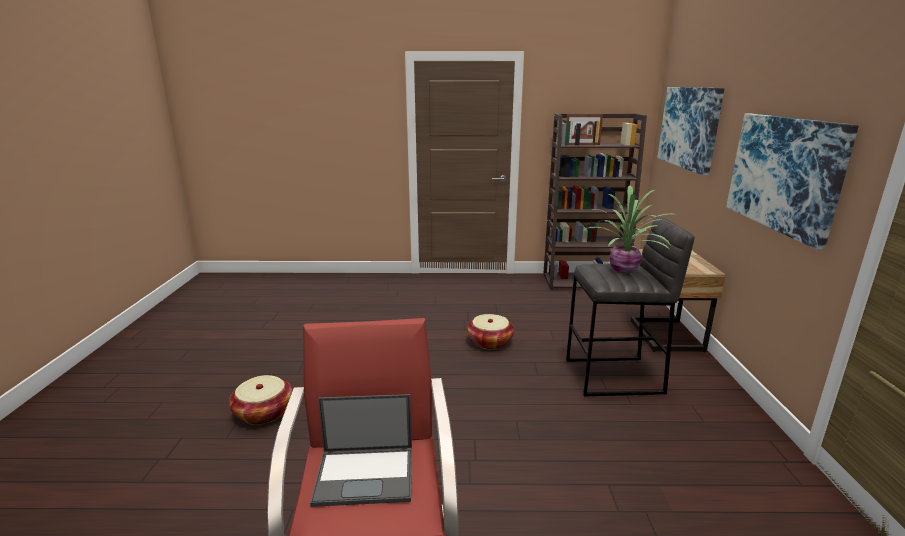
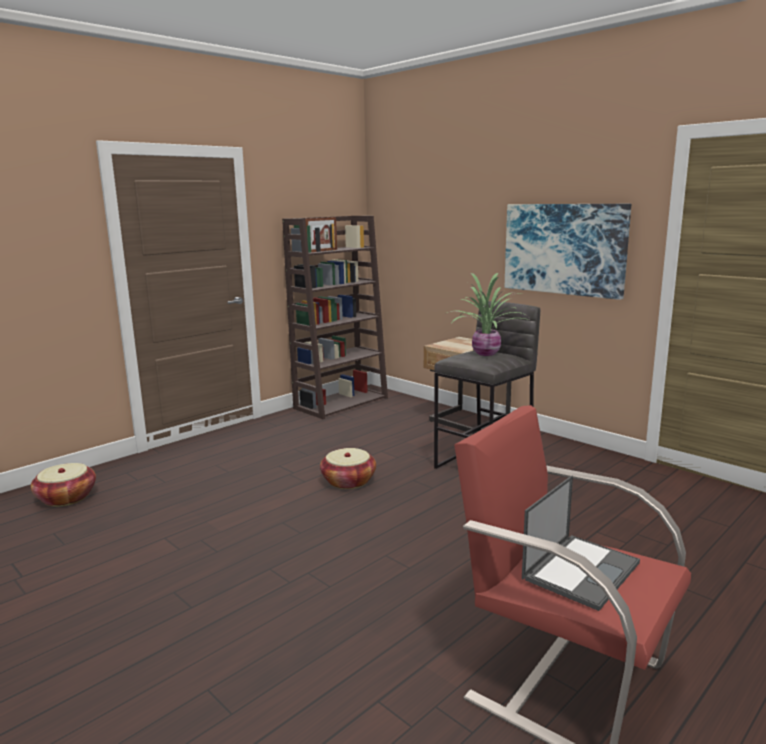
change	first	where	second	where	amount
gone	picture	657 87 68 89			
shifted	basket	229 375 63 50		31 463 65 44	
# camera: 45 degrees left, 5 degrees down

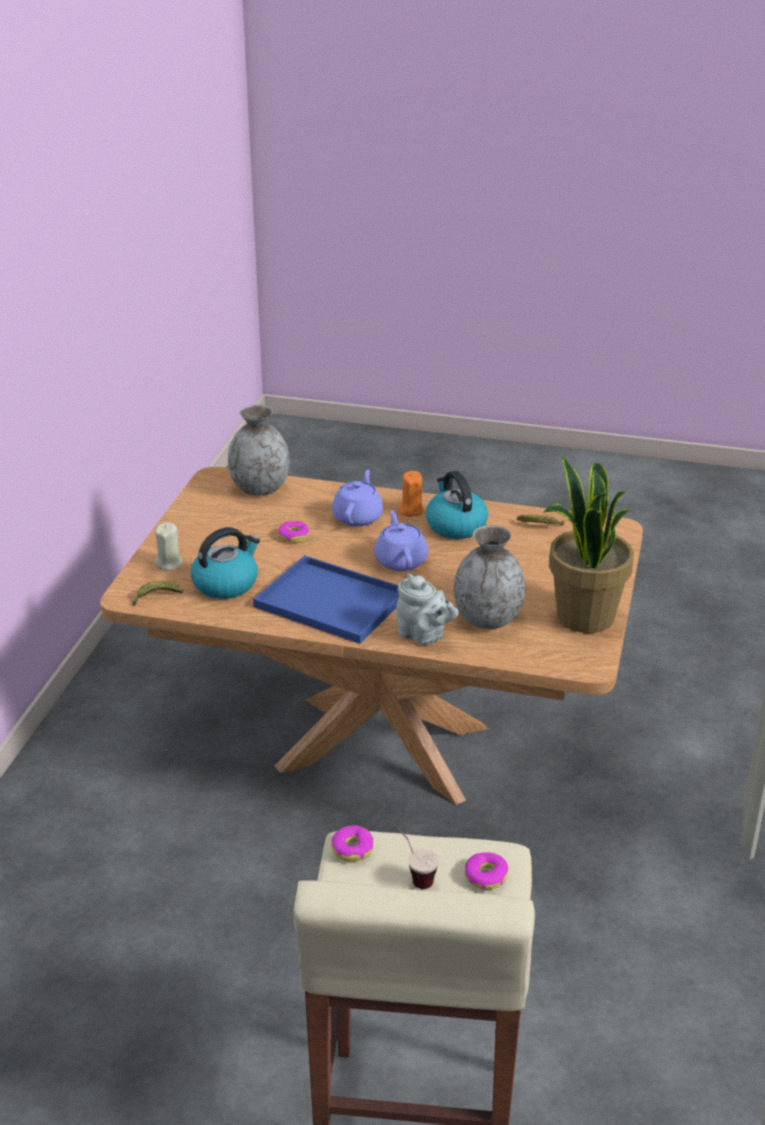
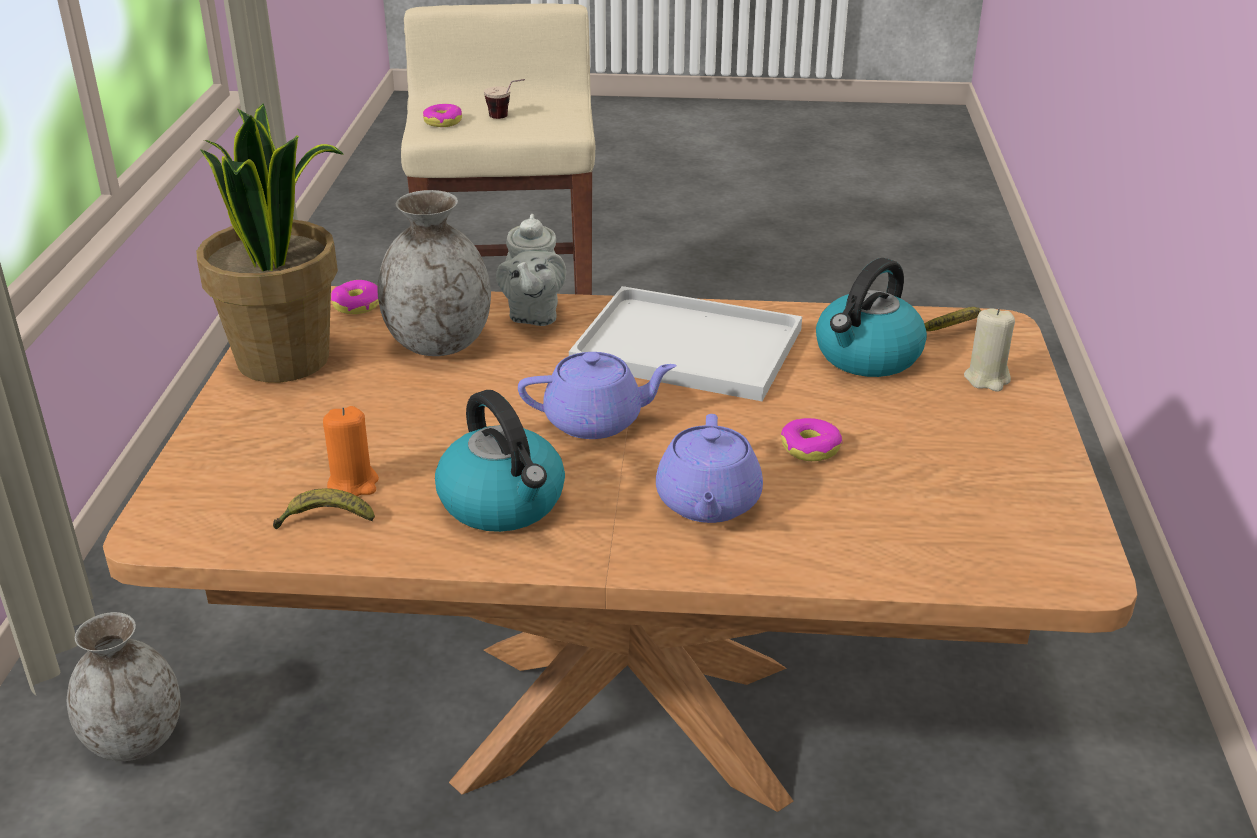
change	first	where	second	where	amount
shifted	grey vase	228 405 62 91		67 612 114 149	
shifted	orange-coloured wax candle	399 471 25 46		323 406 56 90	
rotated	purplish teapot	374 510 54 61		518 352 159 87	75 degrees counterclockwise
repainted	blue-coloured tray	253 555 146 89	white-coloured tray	569 286 233 115	
rotated	grey teapot	396 573 63 72		496 214 70 112	120 degrees counterclockwise
shifted	donut	331 825 42 37		331 280 48 34	
# camera: 170 degrees right, 0 degrees up

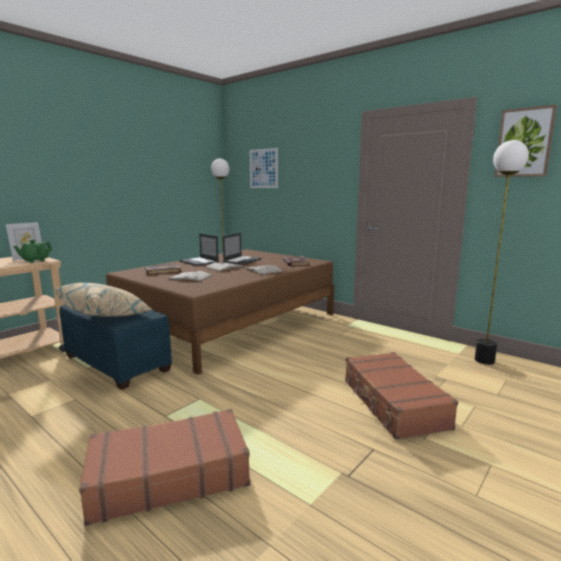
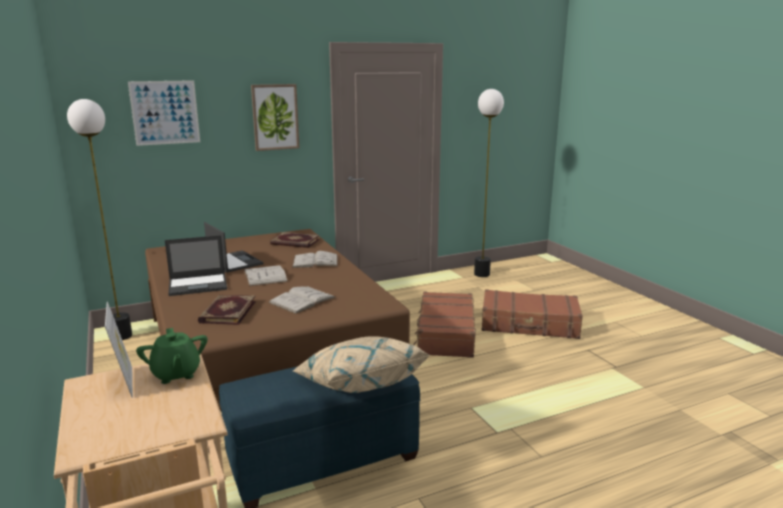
change	first	where	second	where	amount
shifted	picture	494 104 63 73		251 84 49 67	
shifted	brownish travel case	79 409 171 117		413 292 63 66	
# camera: 65 degrees left, 5 degrees up

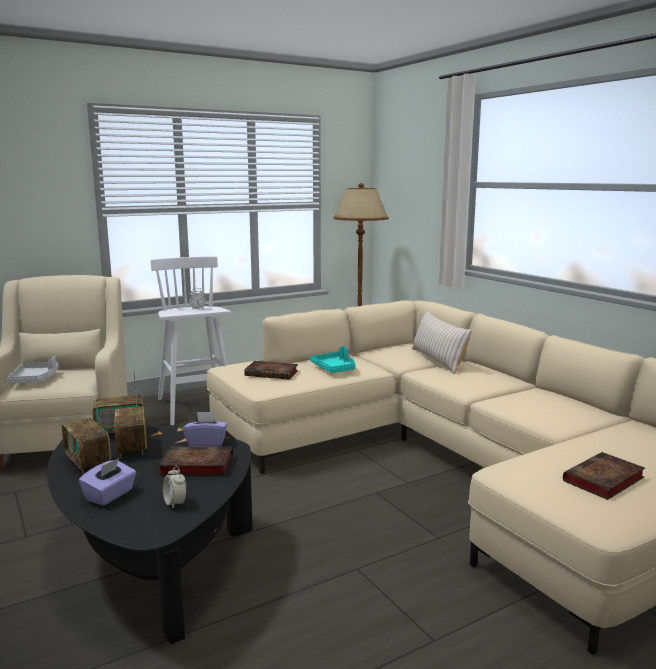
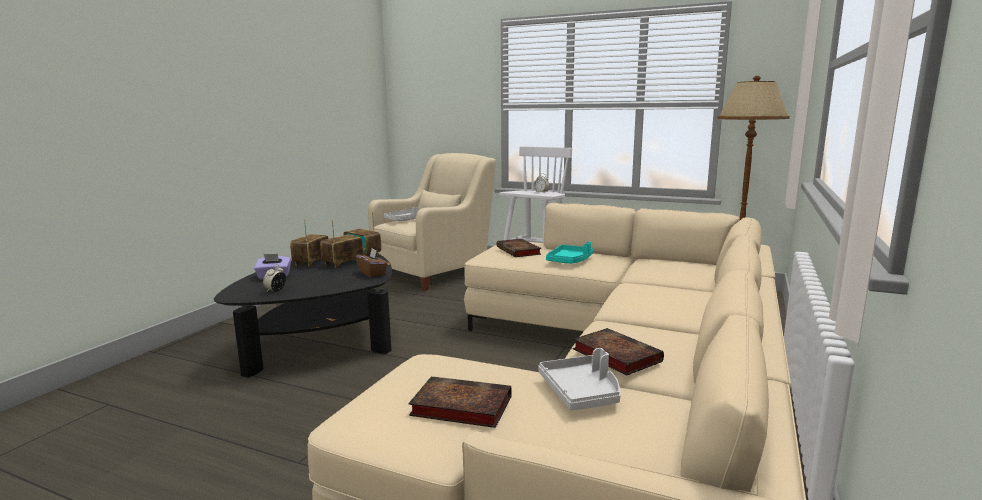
change	first	where	second	where	amount
gone	beige-coloured throw pillow	412 310 60 64			
repainted	purplish box of tissues	183 412 45 35	brownish box of tissues	356 249 32 28	
shifted	volume	158 447 75 28		573 328 91 48	
new			grey tray	538 348 83 63	
# camera: 55 degrees right, 0 degrees up

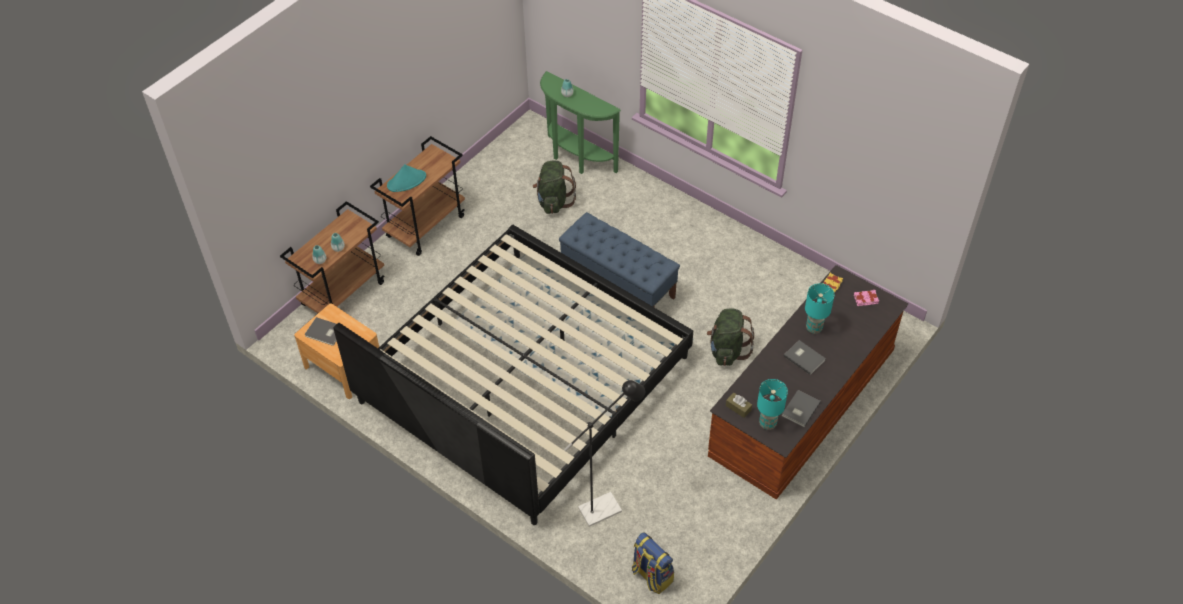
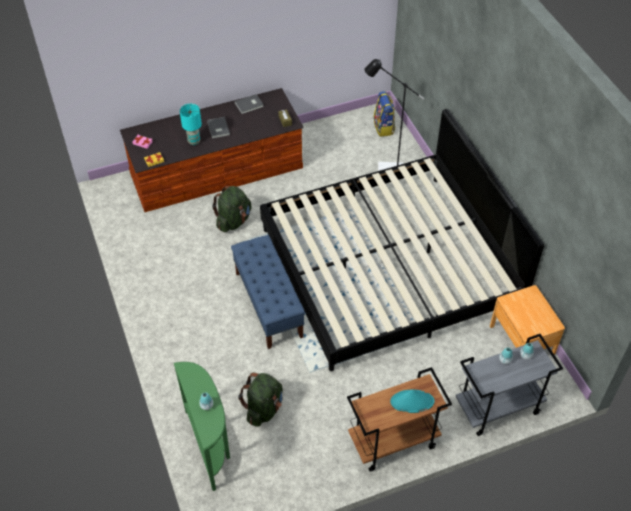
change	first	where	second	where	amount
repainted	brownish trolley	280 201 105 112	grey trolley	456 334 107 102	
gone	grey volume	304 317 33 29			
gone	turquoise lamp for a table	757 379 31 51			
# camera: 150 degrees left, 0 degrees up

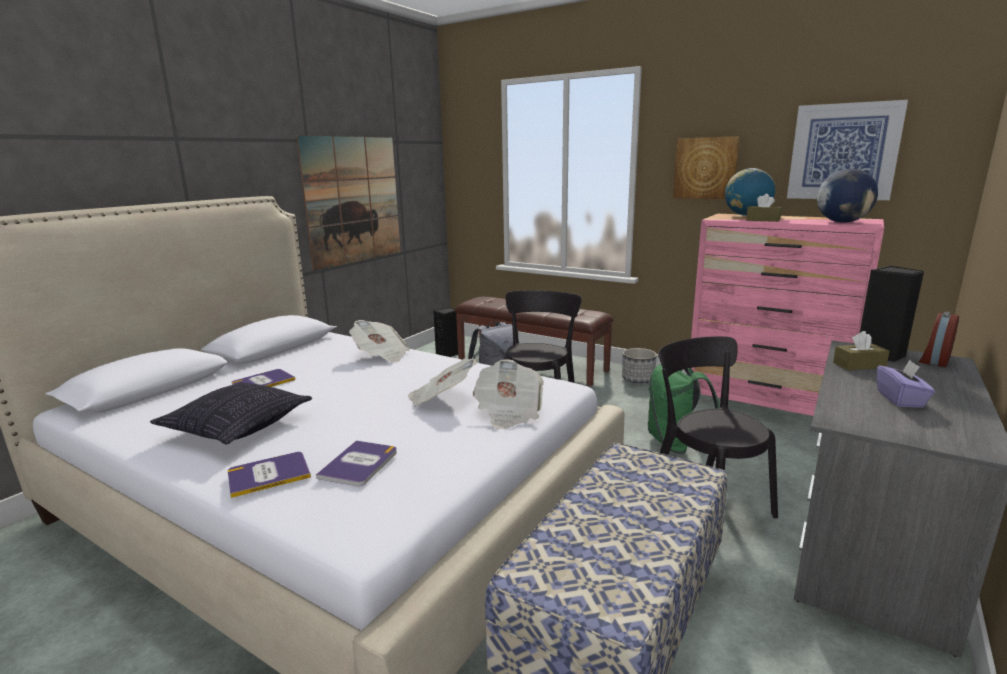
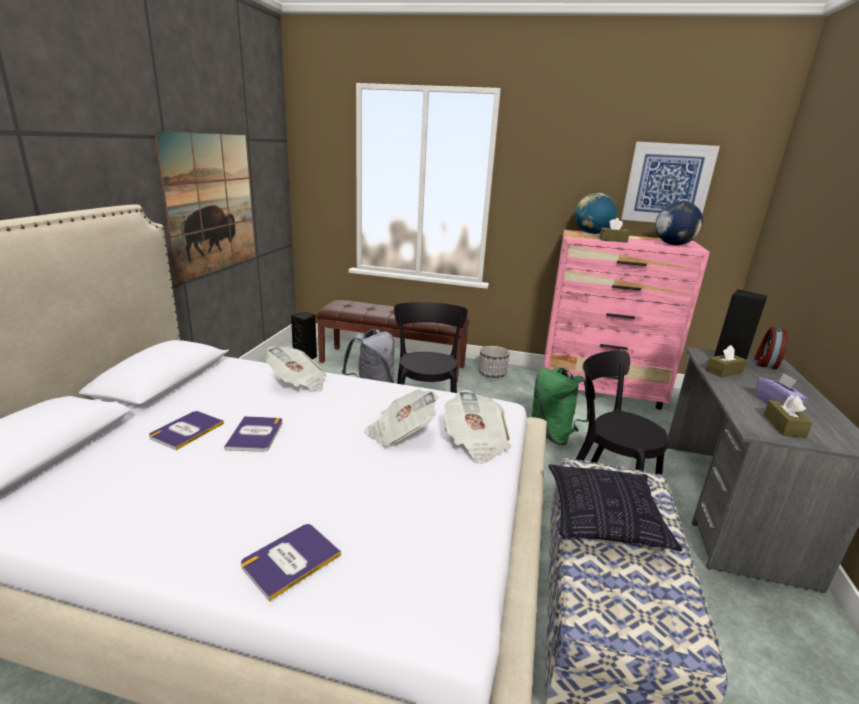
change	first	where	second	where	amount
gone	picture	673 136 67 63			
shifted	throw pillow	150 383 162 62		549 464 134 88	
shifted	volume	316 440 81 46		224 416 58 36	
new			brownish box of tissues	764 395 48 43	
# camera: 20 degrees left, 5 degrees up

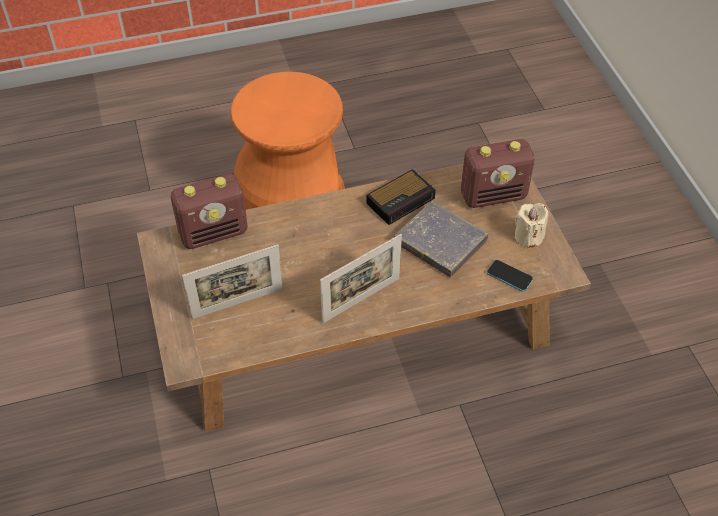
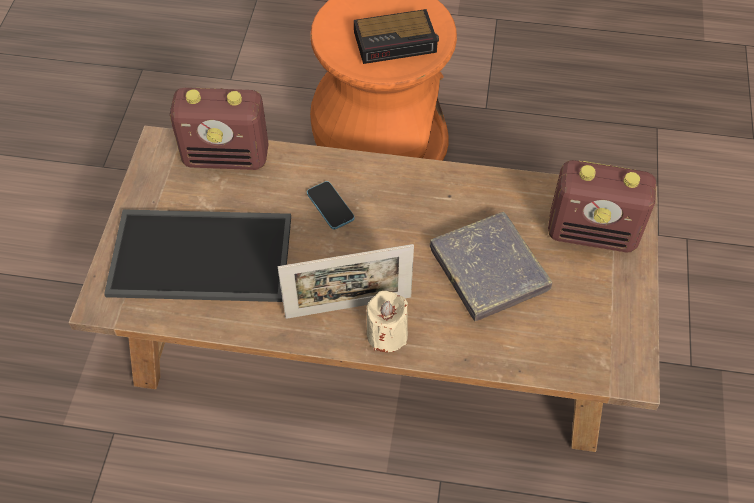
change	first	where	second	where	amount
shifted	bedside clock	366 169 70 56		354 9 85 55	
shifted	beige-coloured wax candle	514 203 34 45		367 291 41 61	
swapped	standing frame	182 244 101 75	tray	104 209 187 93	
shifted	handset	487 260 46 32		307 181 48 49	
# camera: 25 degrees right, 5 degrees up

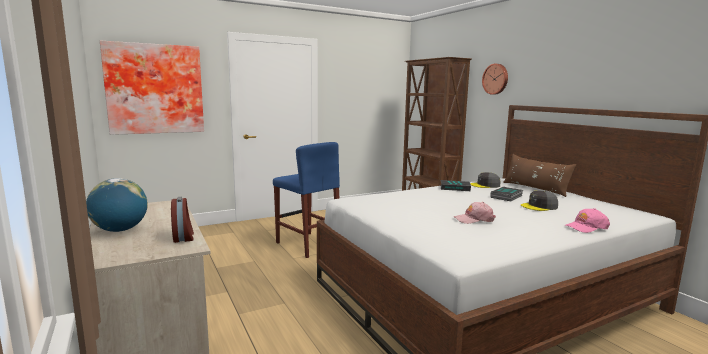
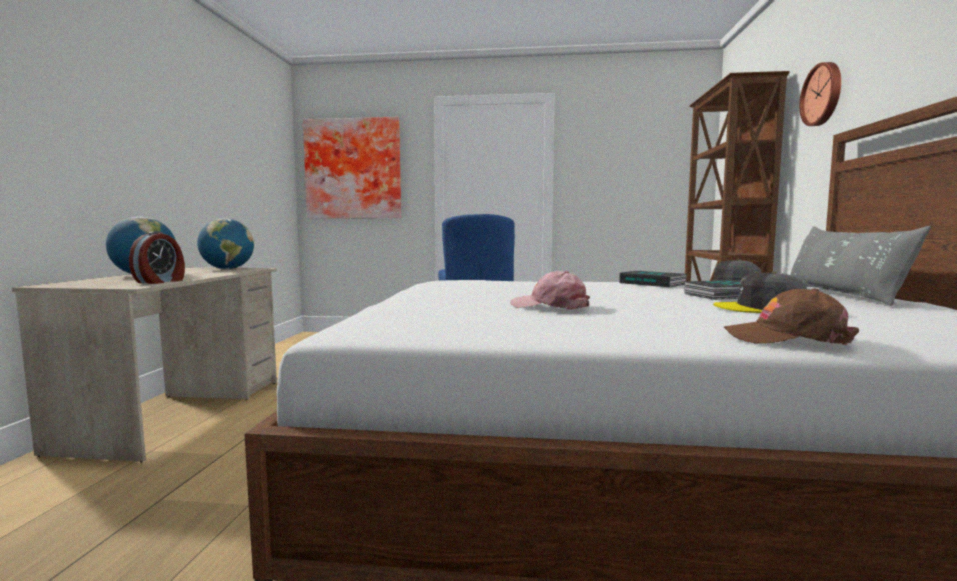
change	first	where	second	where	amount
repainted	brownish throw pillow	503 154 73 43	grey throw pillow	790 226 141 80	
repainted	pink cap	565 208 45 25	brownish cap	724 288 135 57	
new			desk globe	197 218 57 51	
# camera: 35 degrees right, 5 degrees down

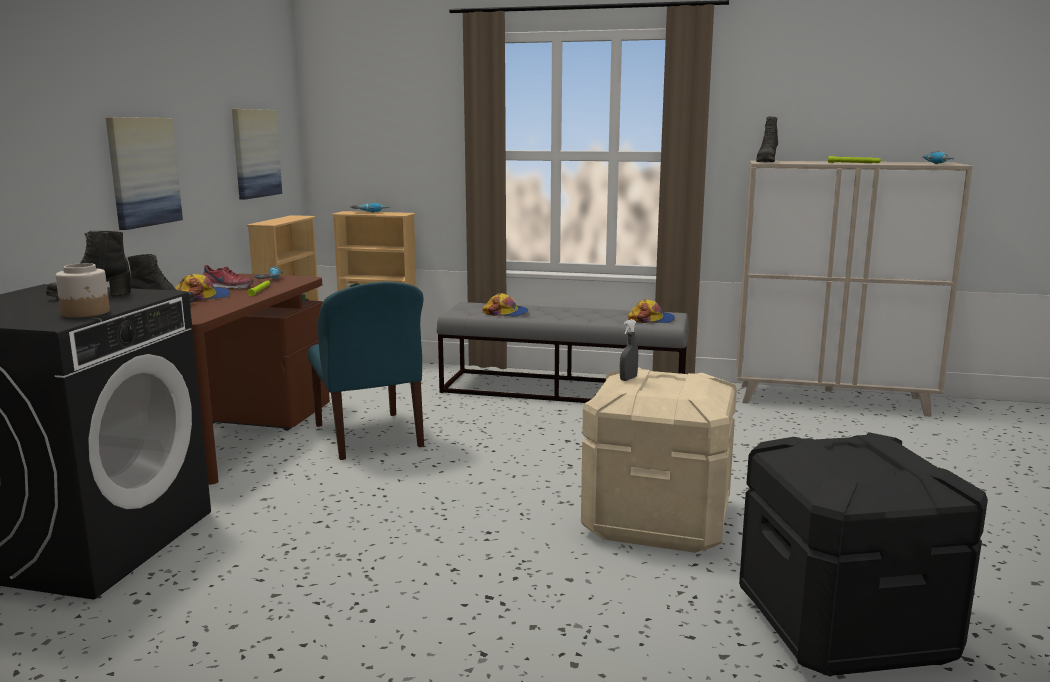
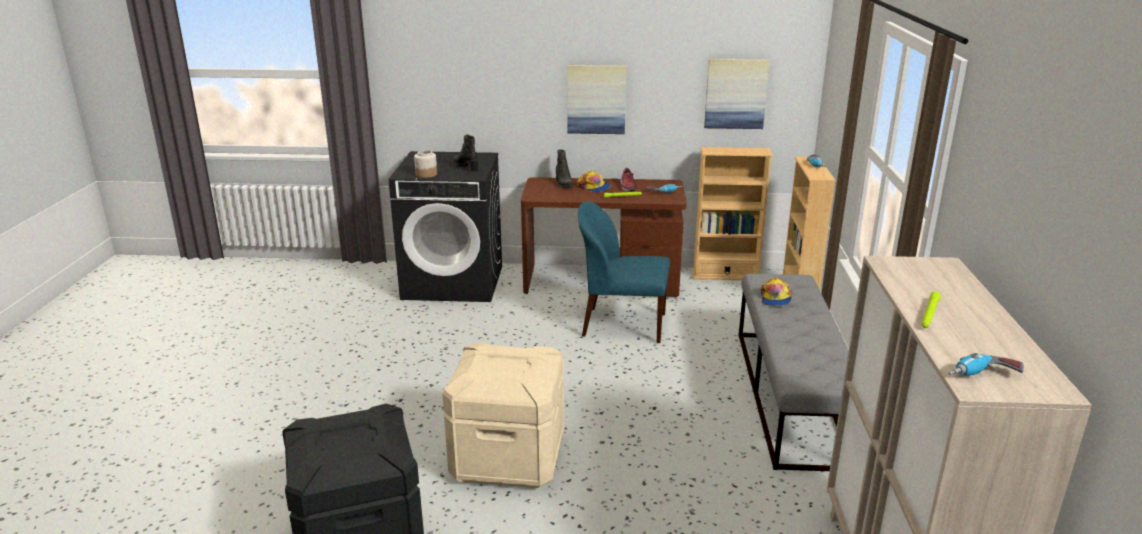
change	first	where	second	where	amount
gone	black-coloured boot	756 116 22 46			
rotated	blue-coloured chair	308 282 116 178		578 202 92 141	45 degrees clockwise
gone	cap	628 299 47 24			
gone	grey spray bottle	620 319 18 62			
# camera: 80 degrees right, 10 degrees up

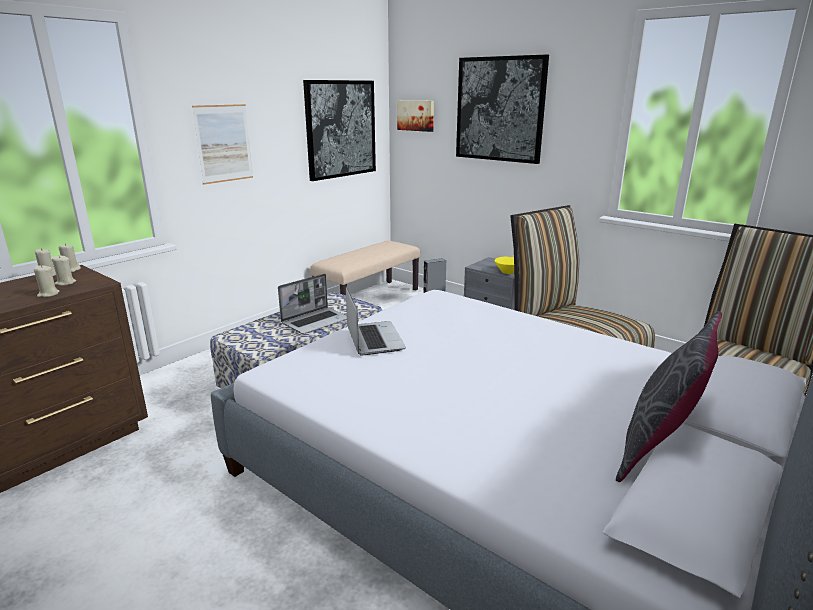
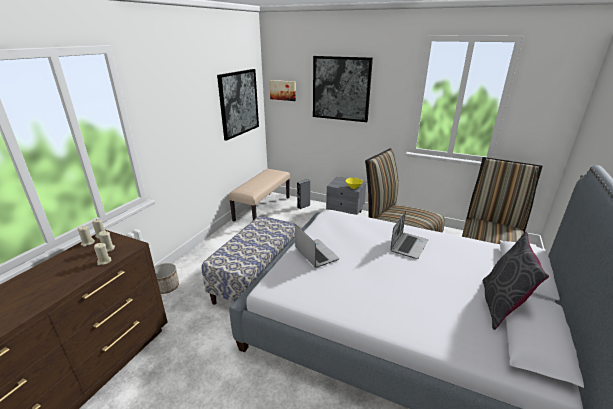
change	first	where	second	where	amount
gone	picture	192 104 61 81			
shifted	notebook computer	278 274 69 60		390 211 38 48	
new			planter	154 263 25 31	
# camera: 15 degrees left, 5 degrees up

